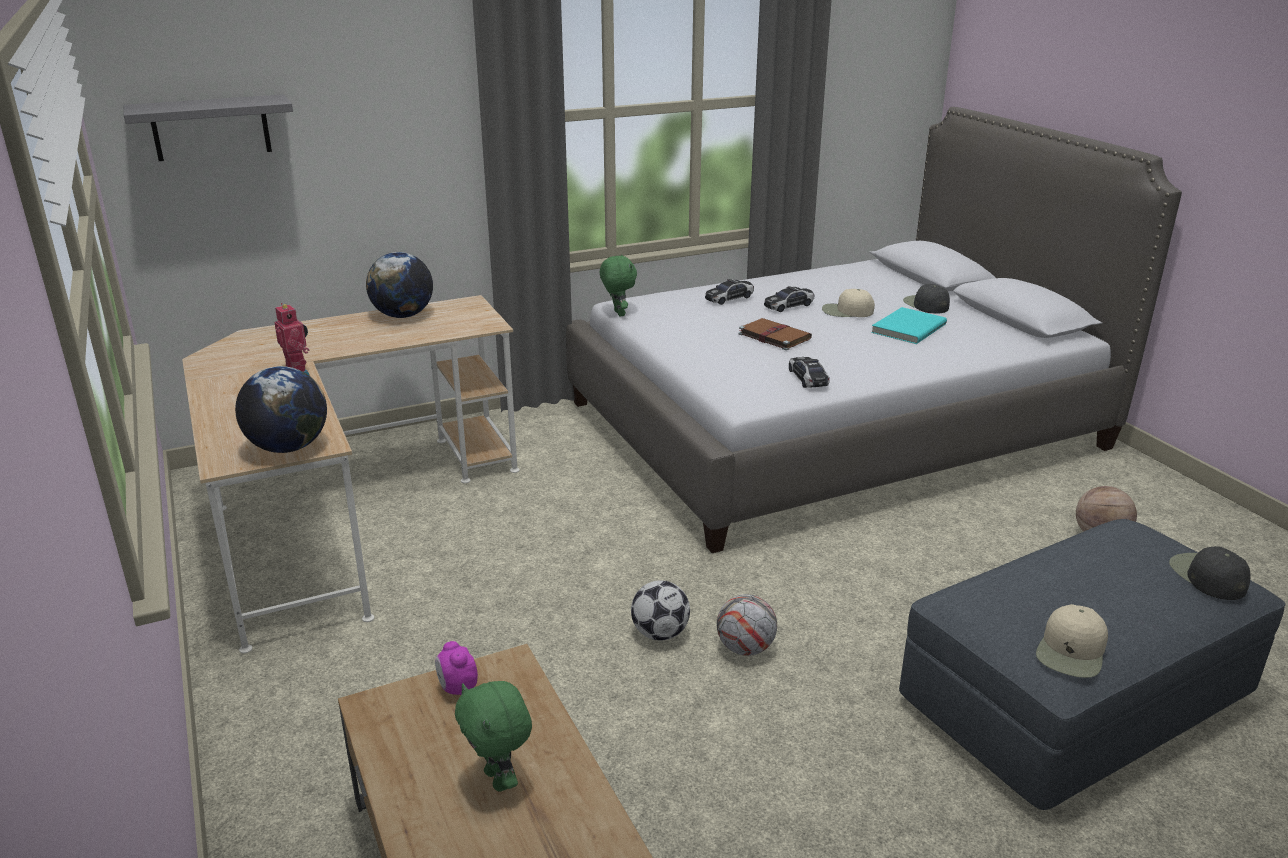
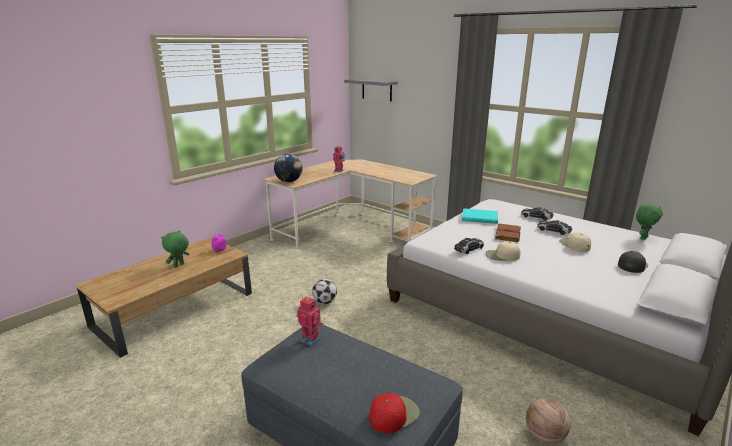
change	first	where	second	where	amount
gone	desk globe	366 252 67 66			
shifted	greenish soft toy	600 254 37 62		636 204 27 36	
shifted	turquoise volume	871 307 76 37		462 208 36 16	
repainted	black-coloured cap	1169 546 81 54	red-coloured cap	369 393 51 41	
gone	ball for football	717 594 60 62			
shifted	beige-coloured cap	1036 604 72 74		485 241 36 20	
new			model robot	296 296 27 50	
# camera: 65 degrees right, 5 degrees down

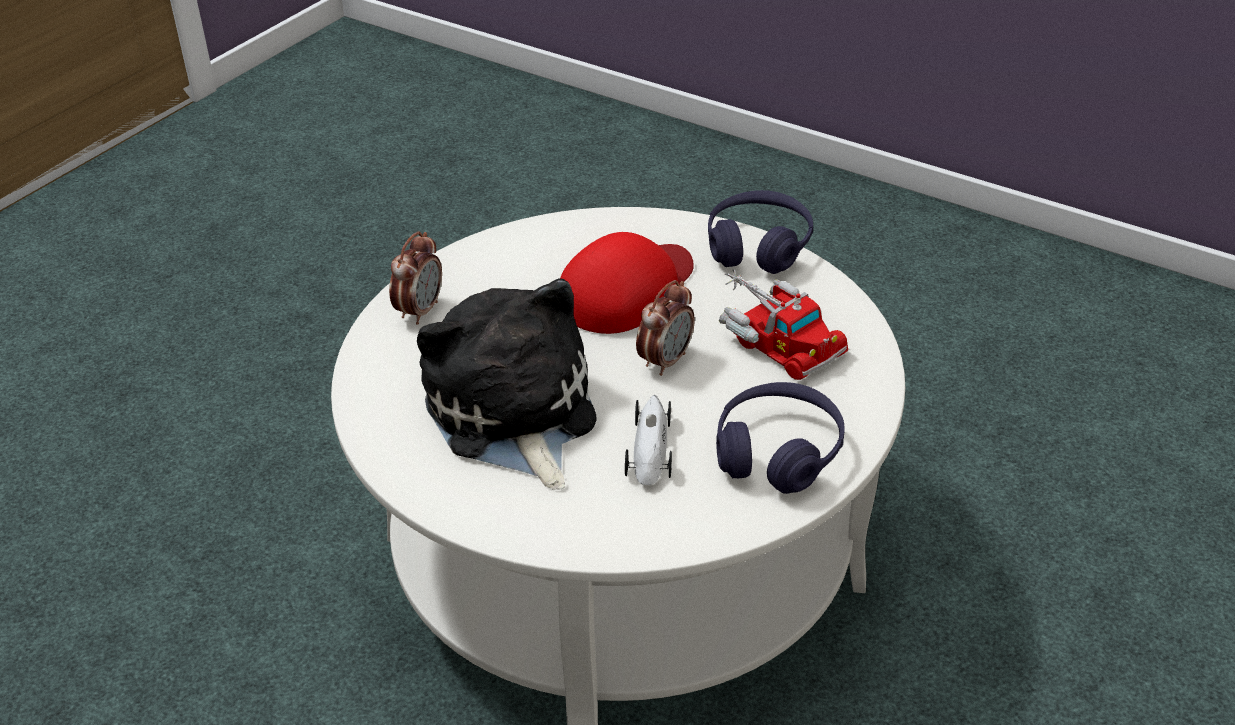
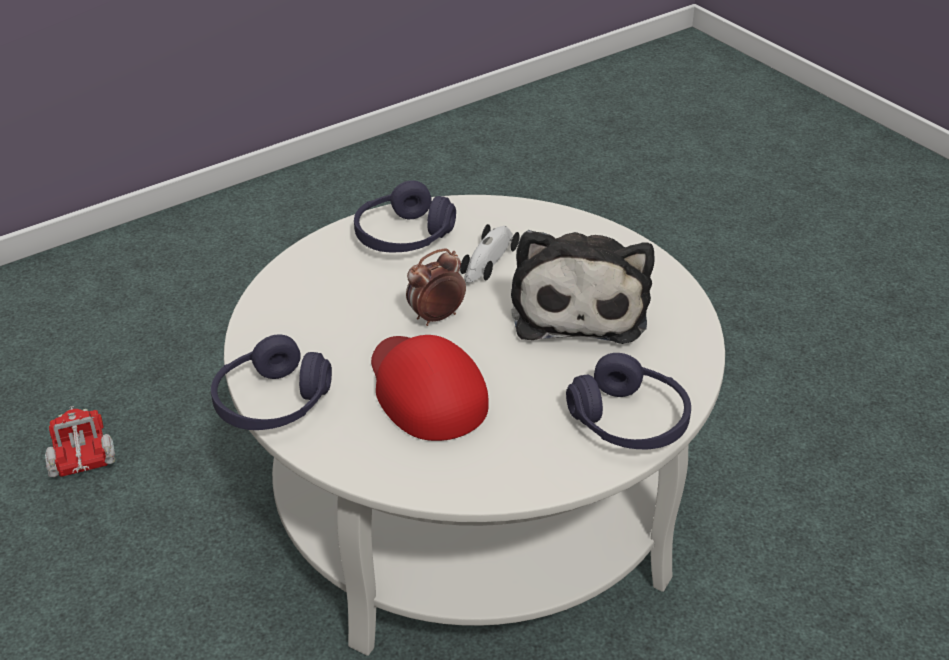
change	first	where	second	where	amount
swapped	bedside clock	389 231 53 94	purplish headphones	566 353 125 96	
rotated	red-coloured cap	560 232 134 102		371 335 118 106	90 degrees clockwise
shifted	model truck	719 270 129 110		45 406 70 71	
# camera: 160 degrees left, 0 degrees up

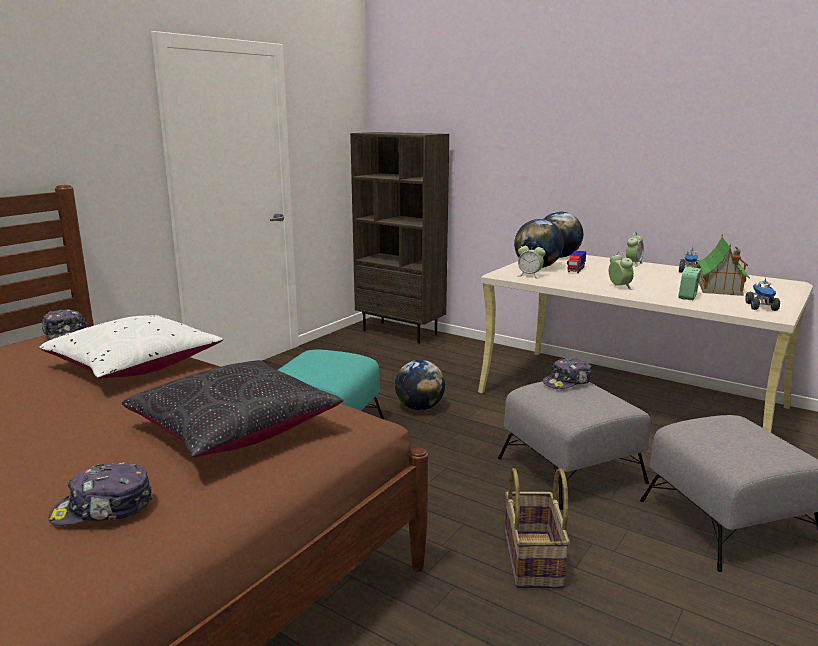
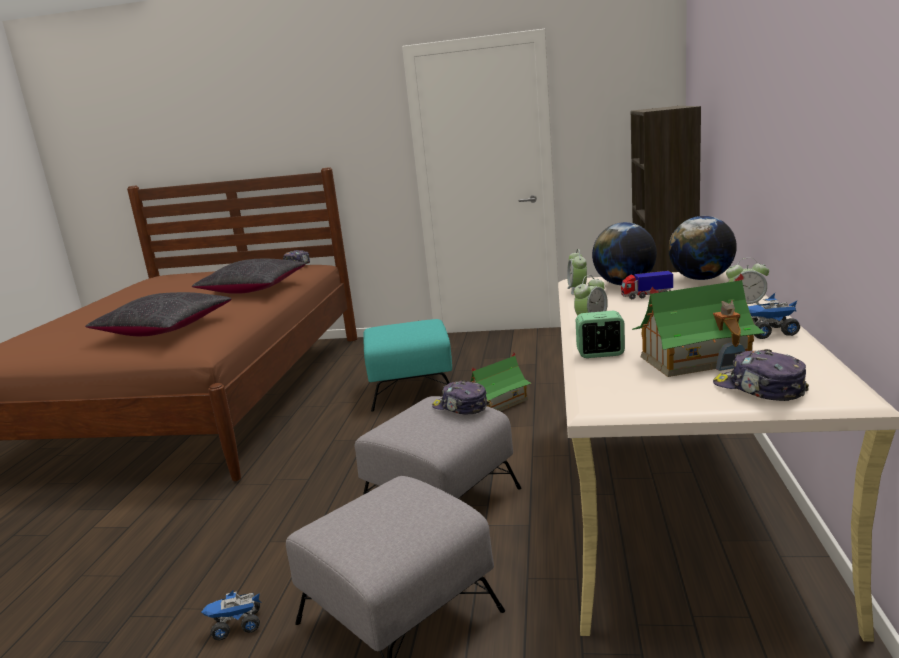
change	first	where	second	where	amount
shifted	model truck	745 277 35 34		201 590 60 50	
repainted	white-coloured throw pillow	39 315 184 64	black-coloured throw pillow	192 259 114 35	
swapped	desk globe	395 360 50 50	miniature house	470 353 61 59	
shifted	cap	49 462 104 63		713 349 96 52	
gone	basket	505 468 65 120			
# camera: 65 degrees right, 0 degrees up

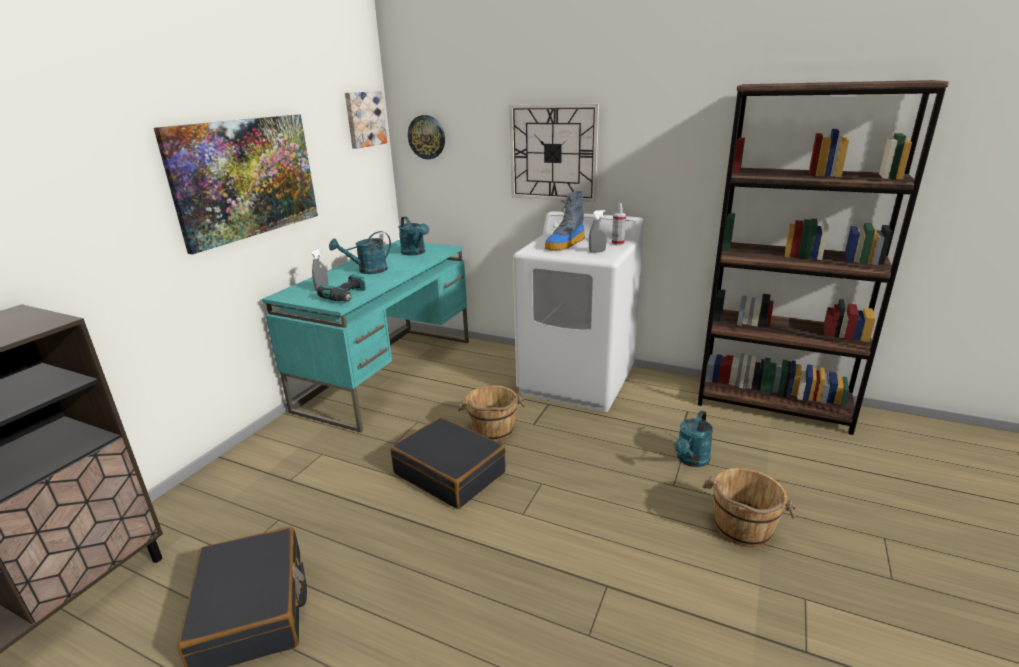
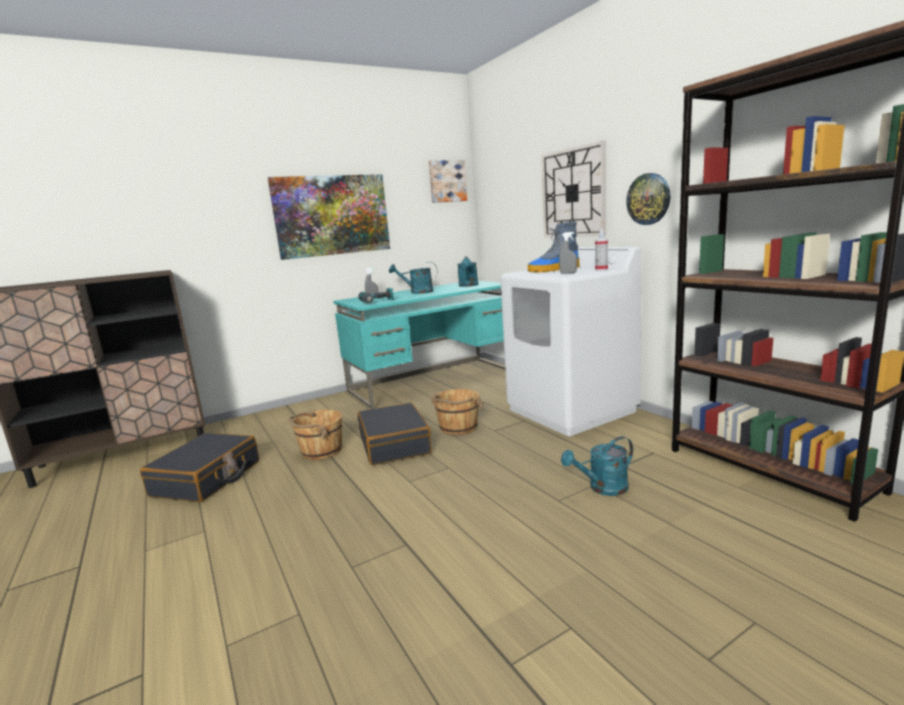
change	first	where	second	where	amount
shifted	hanging clock	408 115 37 44		626 173 45 52	
shifted	brownish pail	702 468 95 79		288 410 54 50	
# camera: 35 degrees right, 10 degrees down

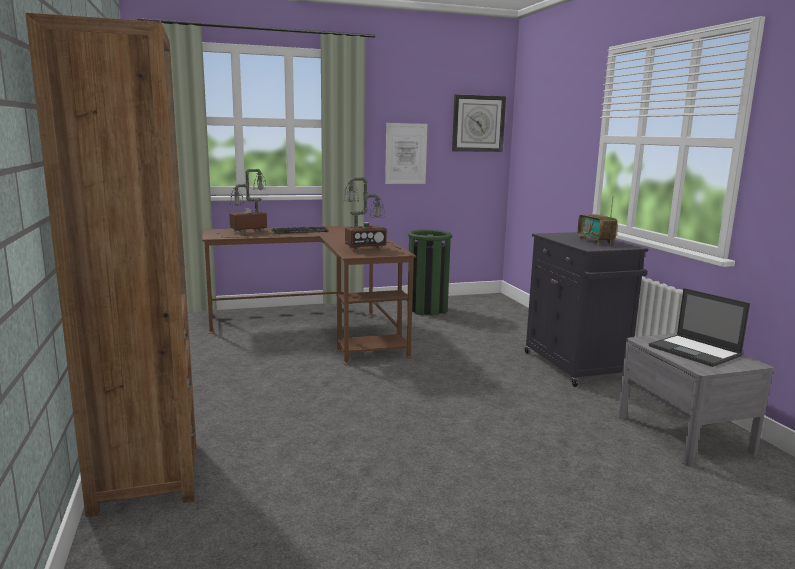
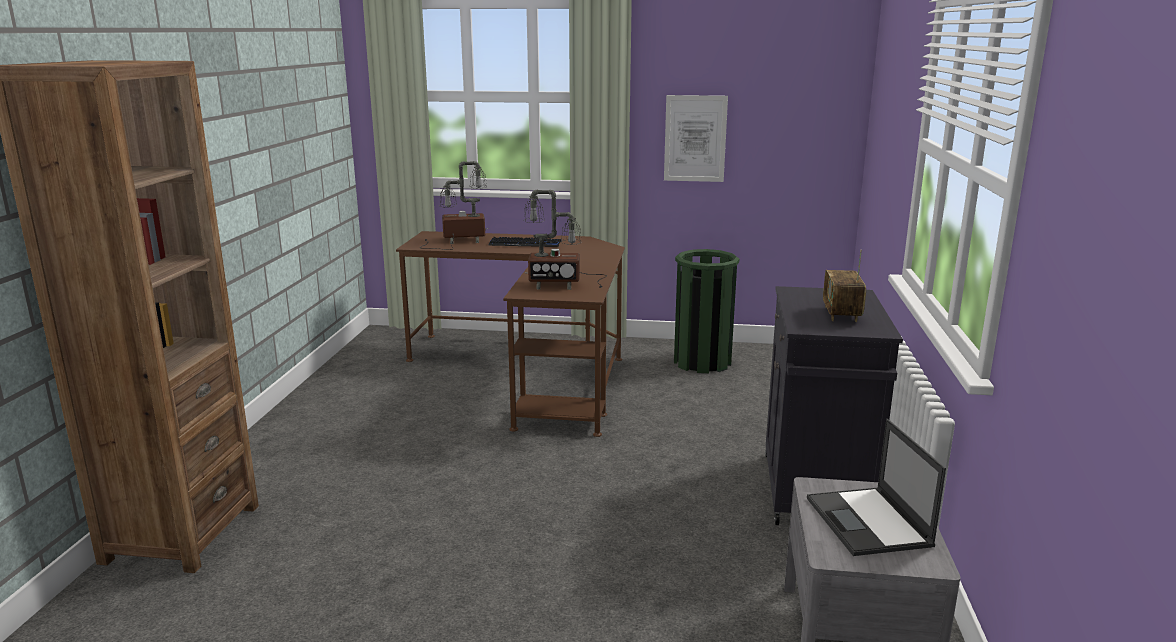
change	first	where	second	where	amount
gone	hanging clock	452 94 54 58			
# camera: 25 degrees right, 5 degrees up

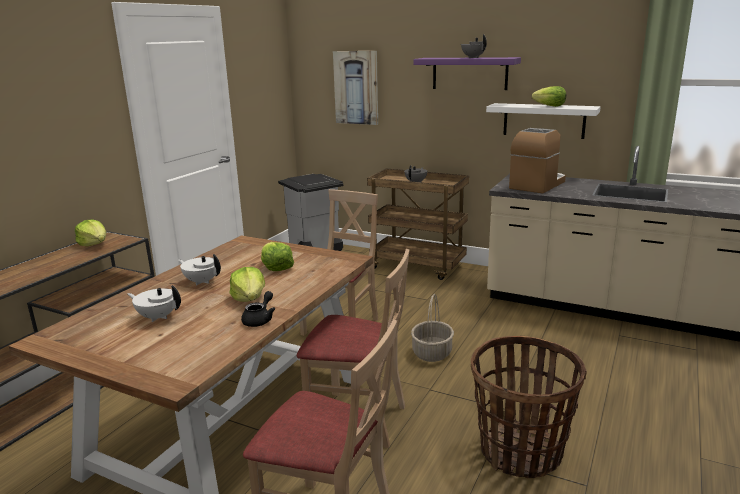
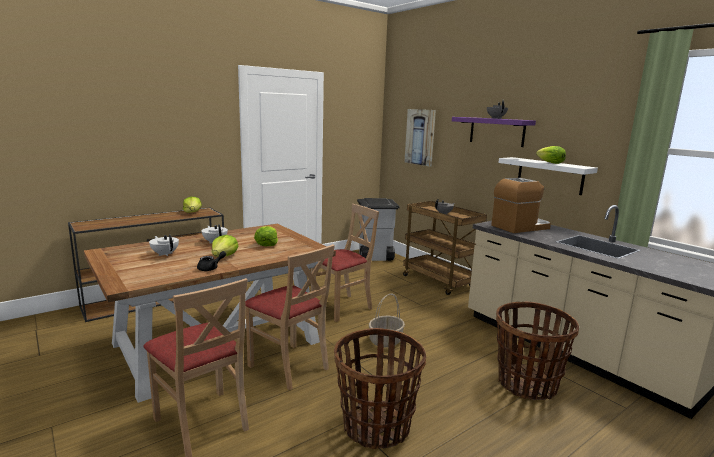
change	first	where	second	where	amount
new			basket	496 302 83 98	
# camera: 25 degrees right, 5 degrees down

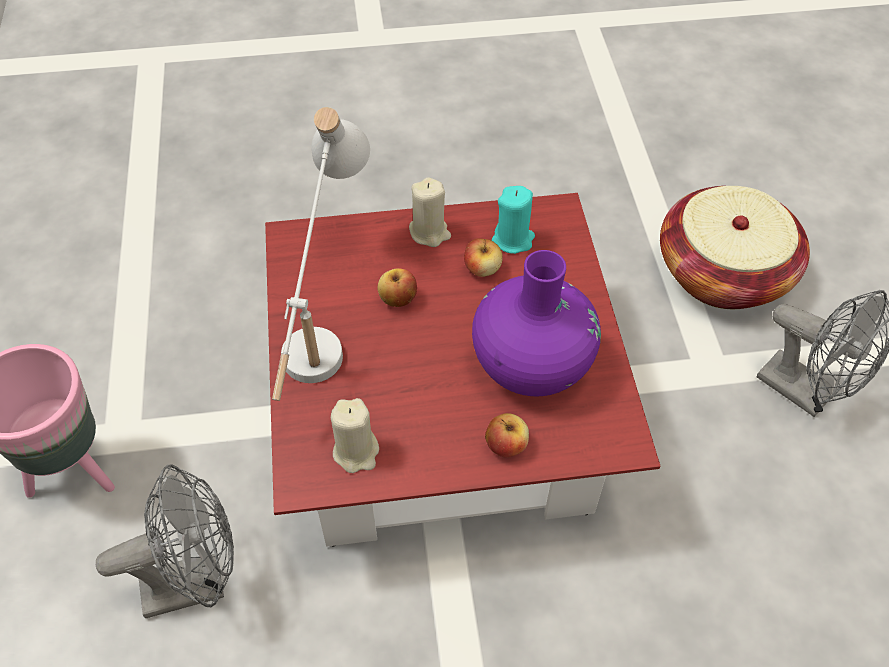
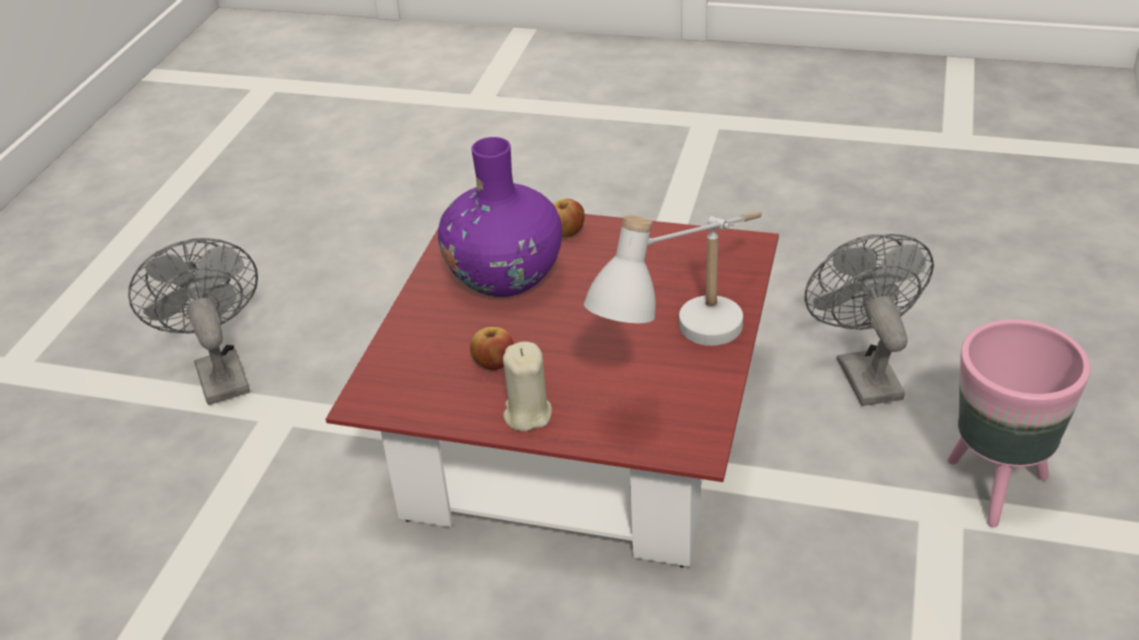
change	first	where	second	where	amount
gone	turquoise wax candle	492 186 43 68			
gone	basket	660 186 150 123			
gone	whole apple	377 268 40 39			
gone	beige-coloured wax candle	331 398 48 75			
rotated	grey fan	96 464 138 154		805 234 129 172	75 degrees clockwise
# camera: 155 degrees left, 15 degrees down

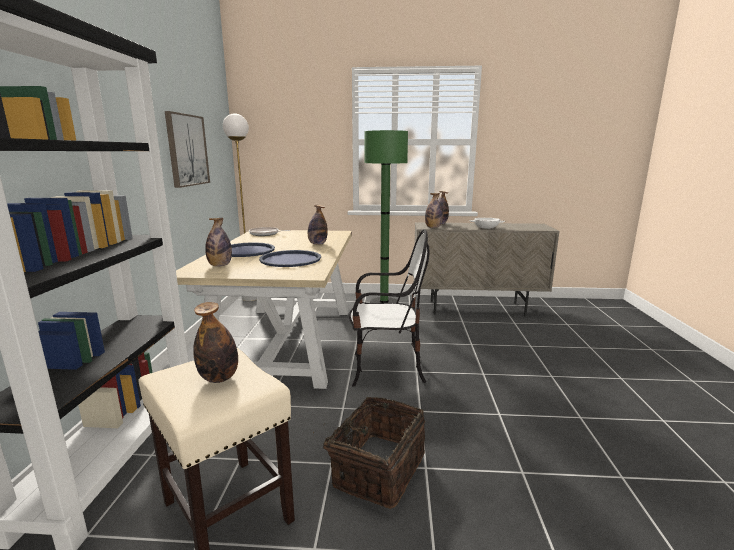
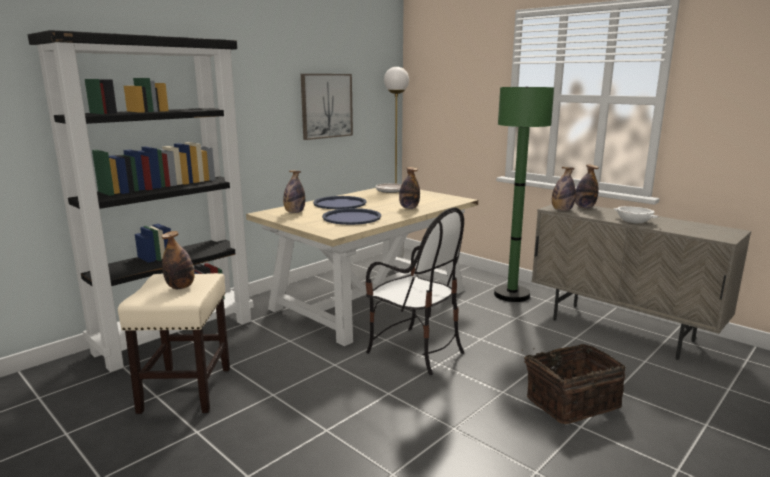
change	first	where	second	where	amount
shifted	basket	313 397 112 112		522 344 104 80	
# camera: 40 degrees right, 0 degrees up

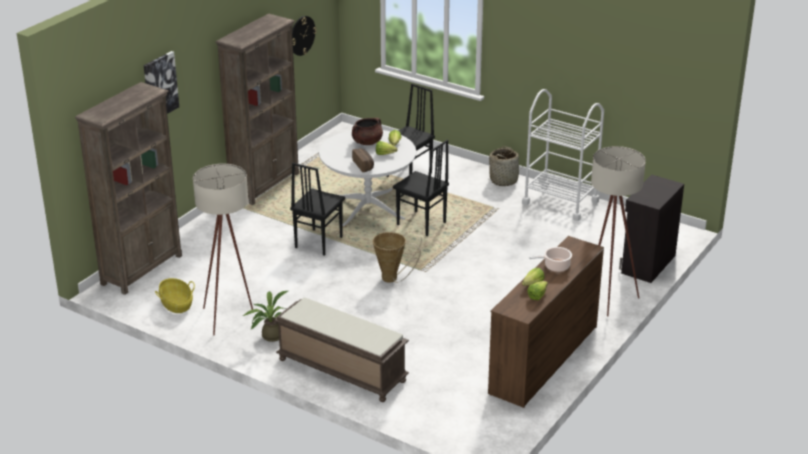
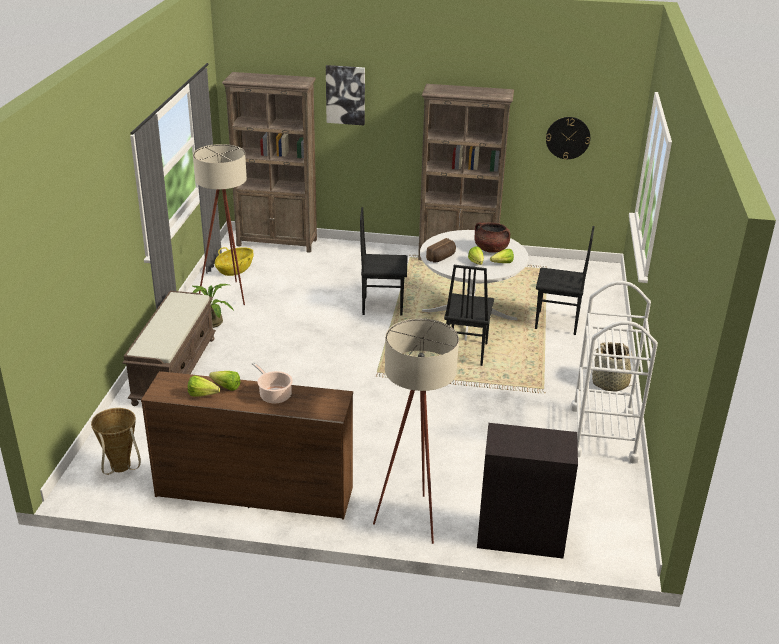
change	first	where	second	where	amount
shifted	basket	373 231 49 52		91 408 50 67	
# camera: 65 degrees right, 0 degrees up

